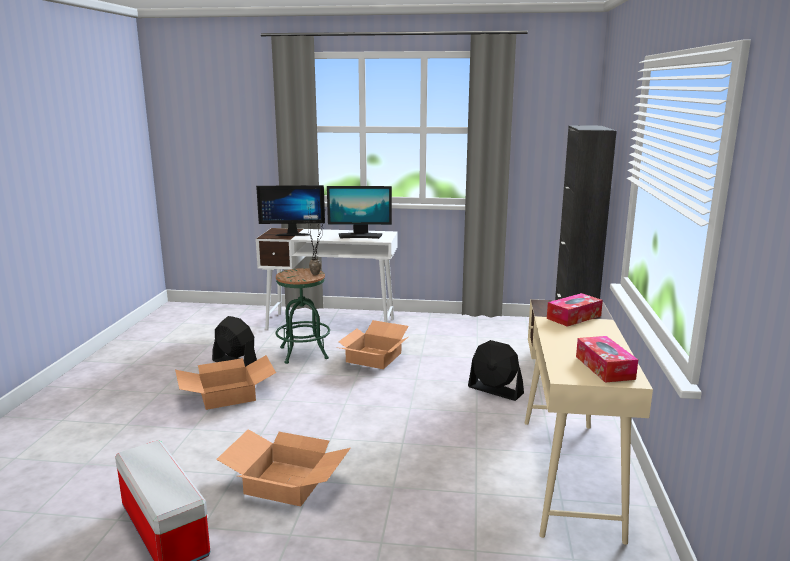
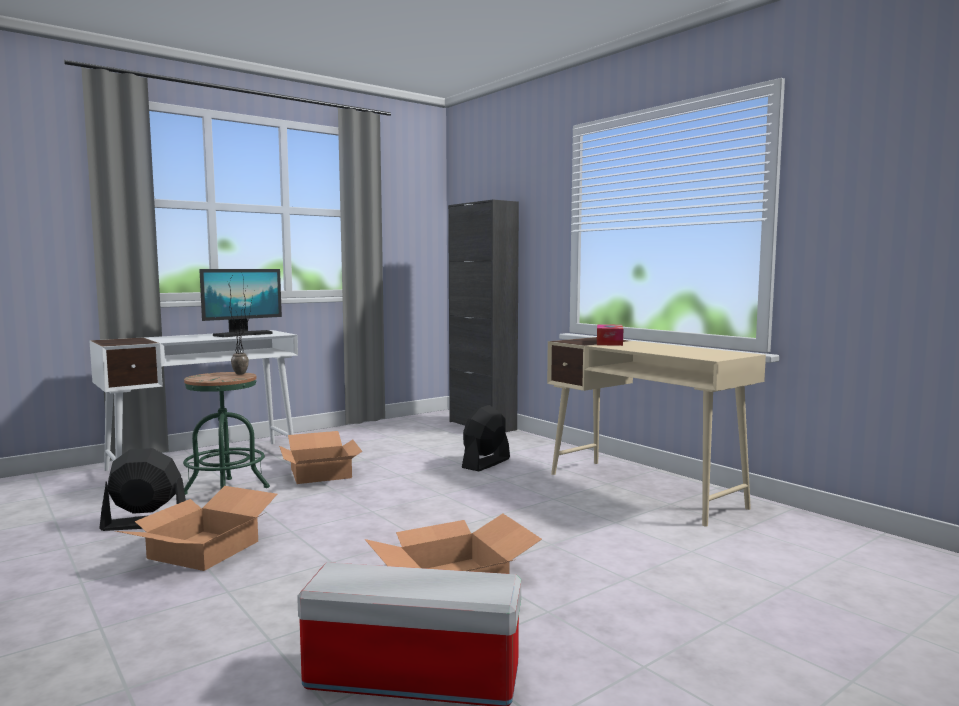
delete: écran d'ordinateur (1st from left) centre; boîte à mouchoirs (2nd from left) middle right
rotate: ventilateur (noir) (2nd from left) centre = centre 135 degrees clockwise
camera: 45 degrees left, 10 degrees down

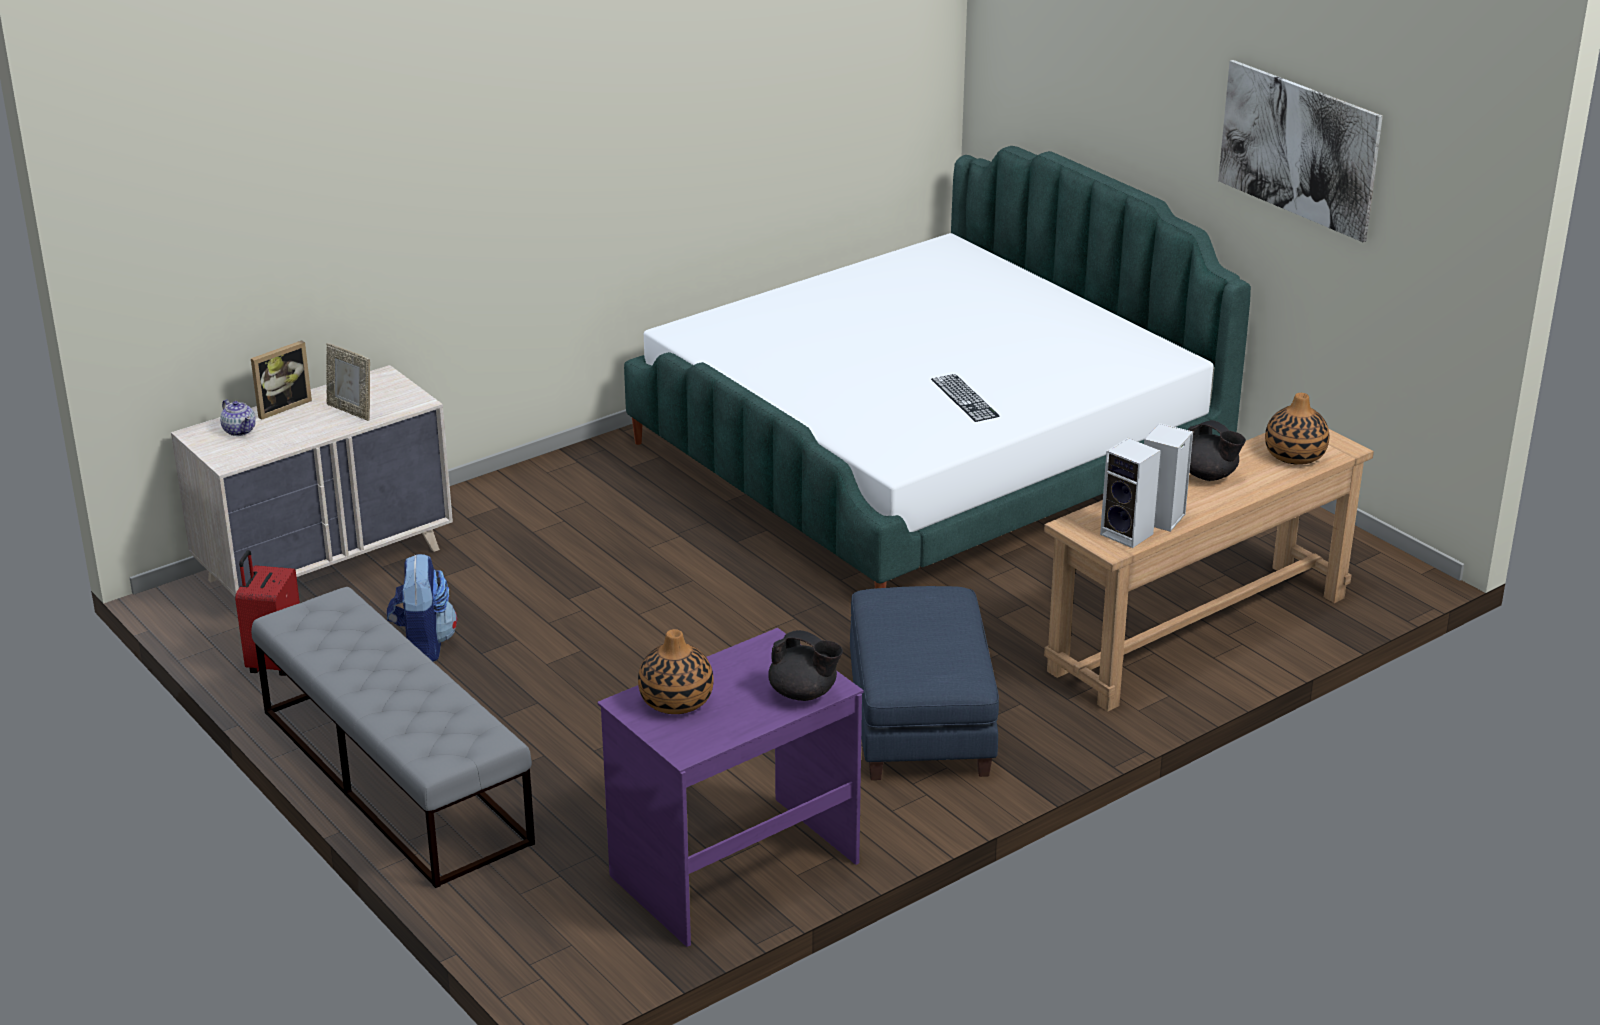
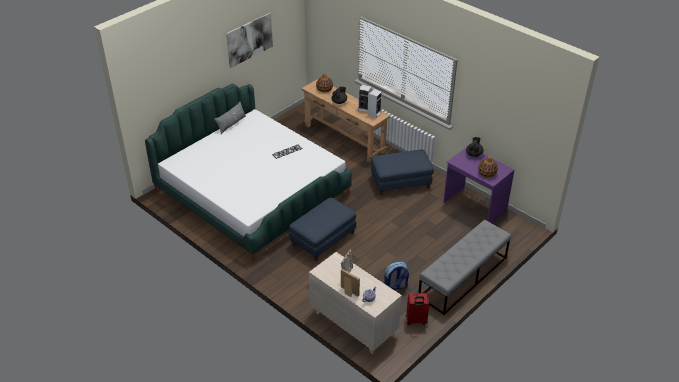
insert: coussin (gris) top centre; pouf (bleu) (1st from left) centre
camera: 100 degrees left, 10 degrees up

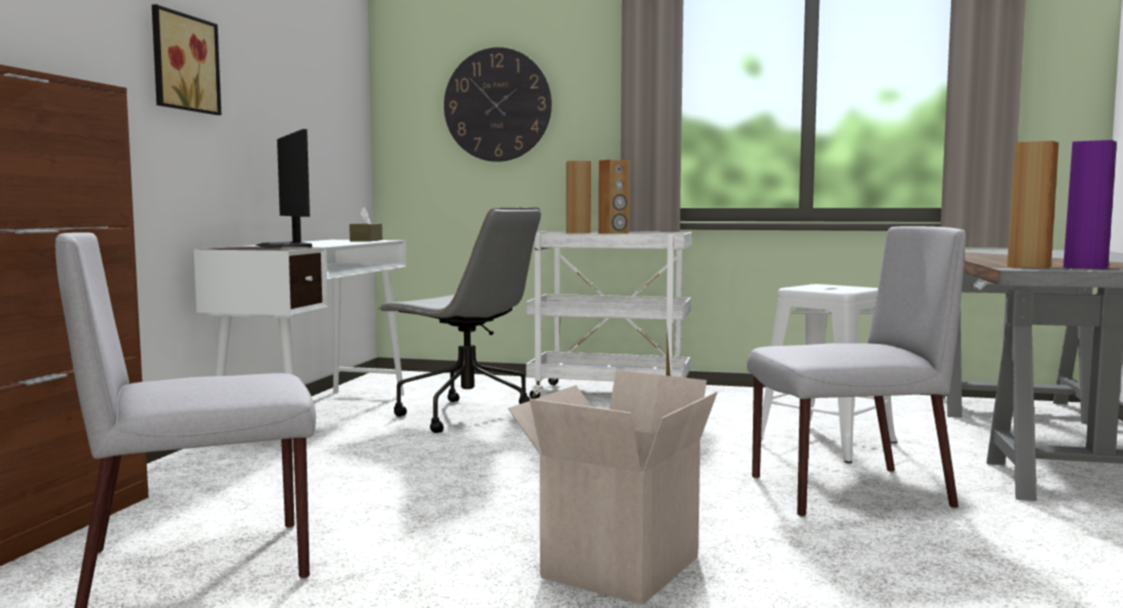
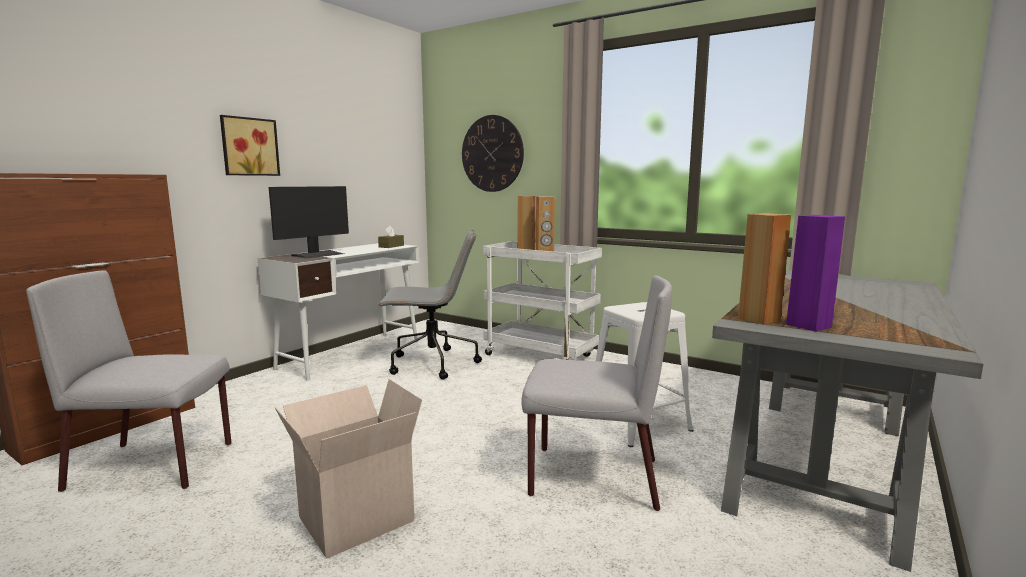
rotate: écran d'ordinateur top left = middle left 135 degrees counterclockwise; chaise de bureau (gris) centre = centre 60 degrees counterclockwise
camera: 20 degrees right, 5 degrees up

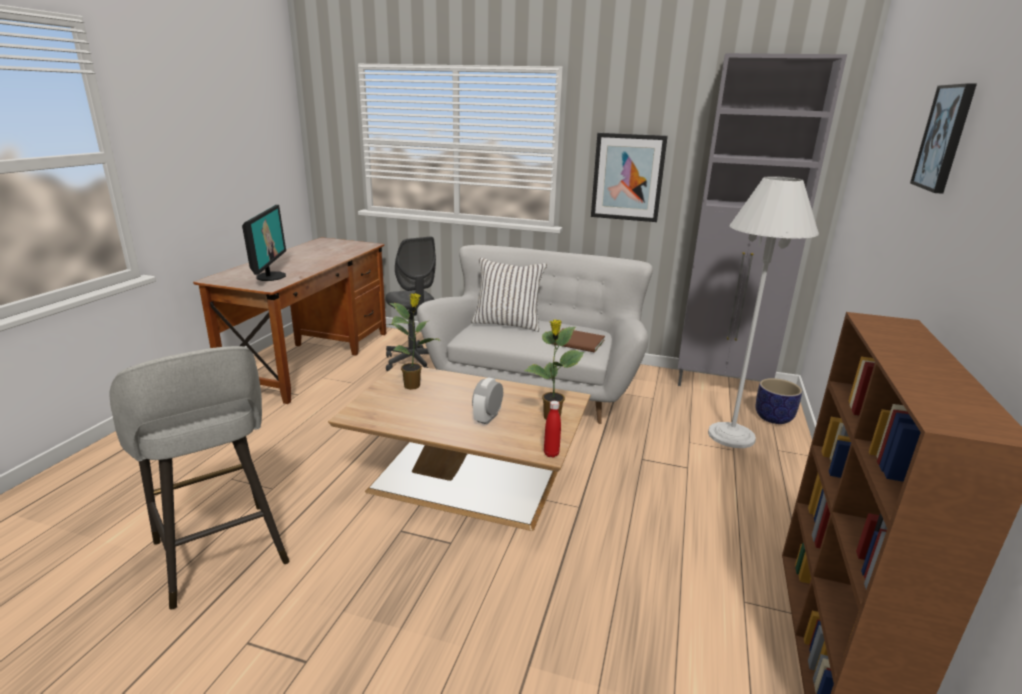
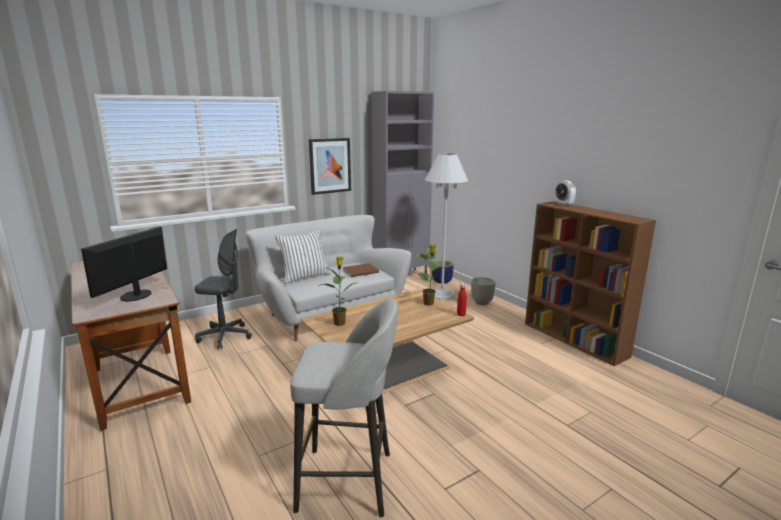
delete: tableau (2nd from left) top right
insert: cache-pot (2nd from left) centre
move: réveil centre to middle right
rotate: écran d'ordinateur middle left = middle left 105 degrees counterclockwise
camera: 50 degrees left, 5 degrees down

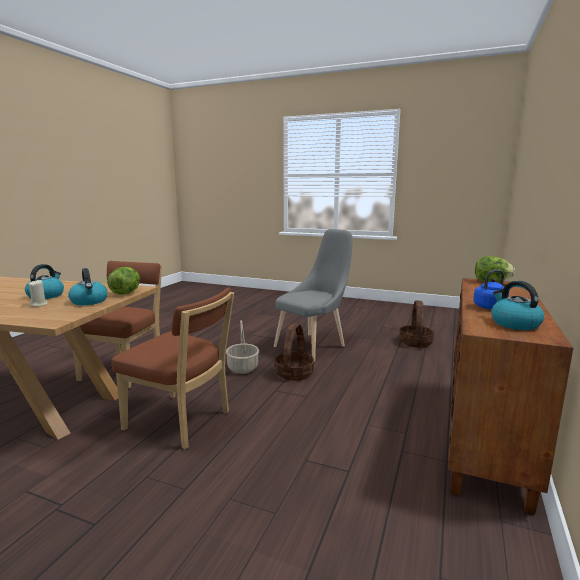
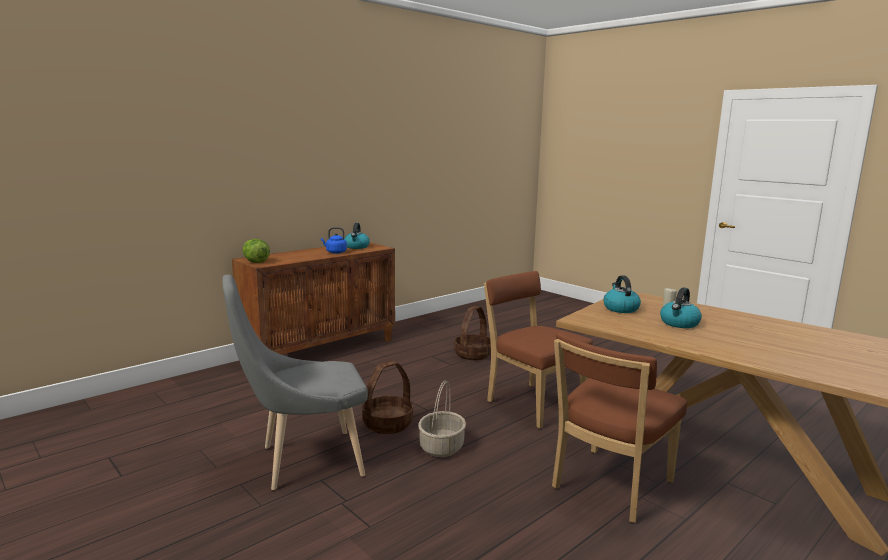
delete: laitue (1st from left) middle left
move: panier (3rd from left) middle right to centre
camera: 155 degrees left, 0 degrees up

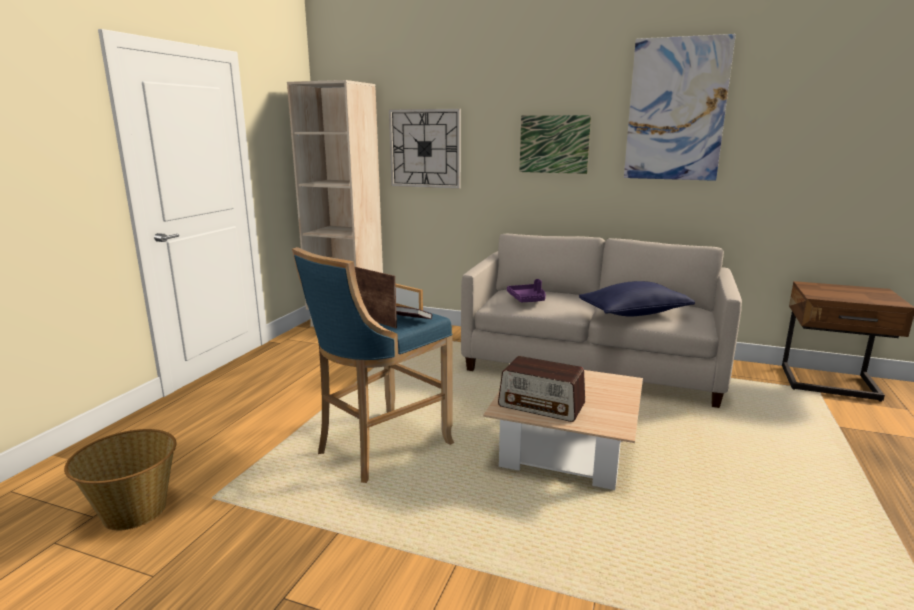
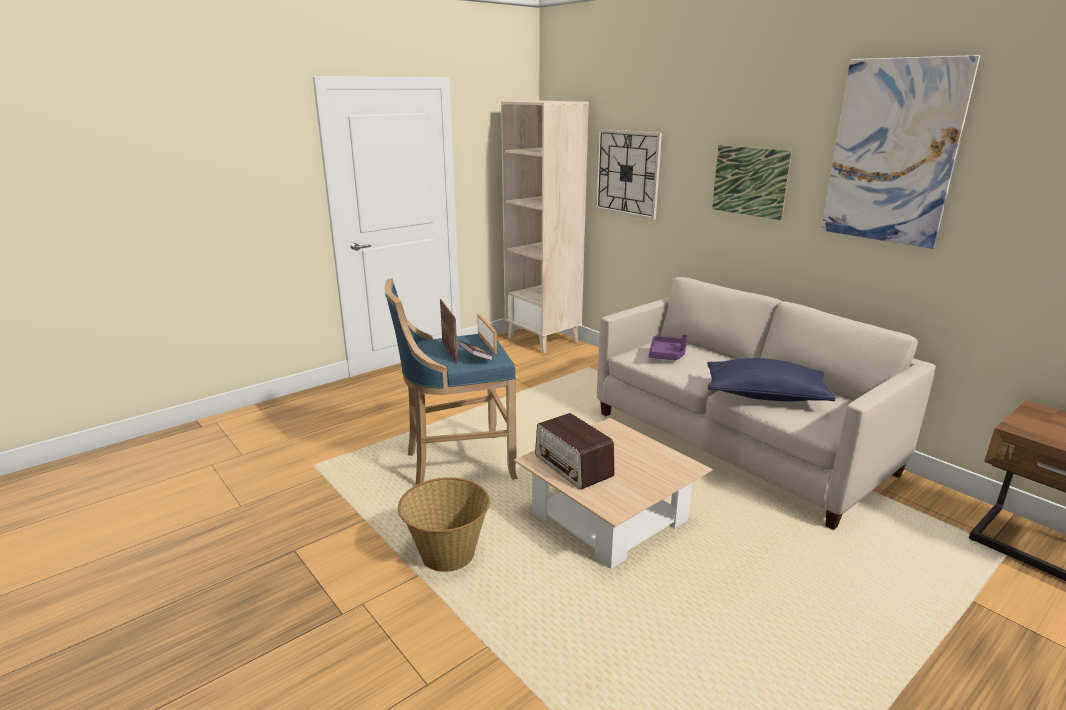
move: panier bottom left to bottom centre
camera: 30 degrees right, 5 degrees up

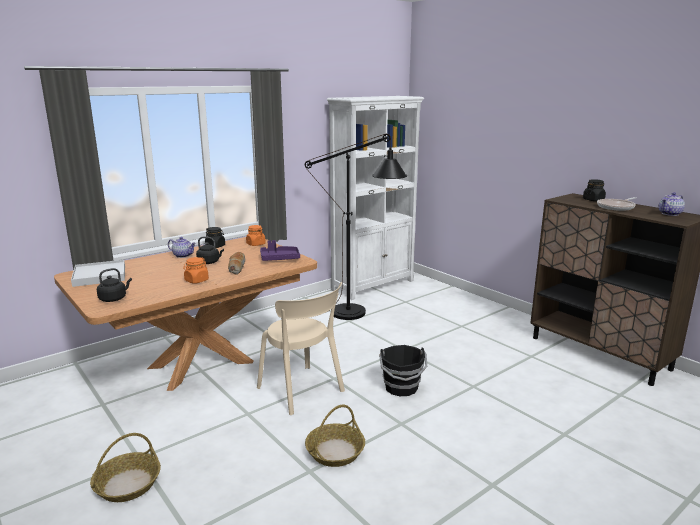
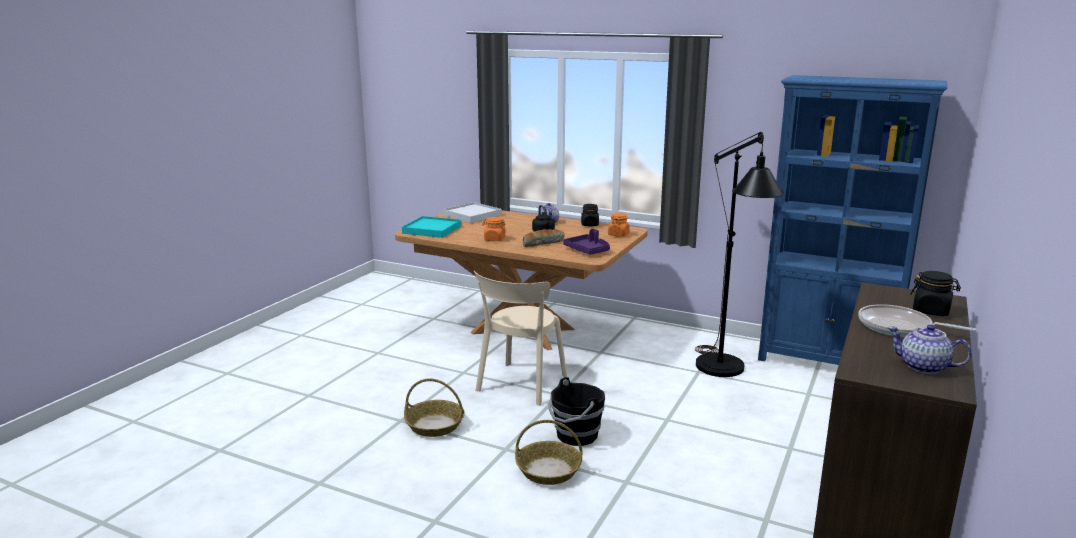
move: panier (1st from left in the first image) bottom left to panier (2nd from left) bottom centre
replace: bouilloire (noir) (1st from left) middle left to plateau (turquoise) centre
recolor: bibliothèque (blanc) centre to bibliothèque (bleu) middle right
camera: 65 degrees right, 0 degrees up

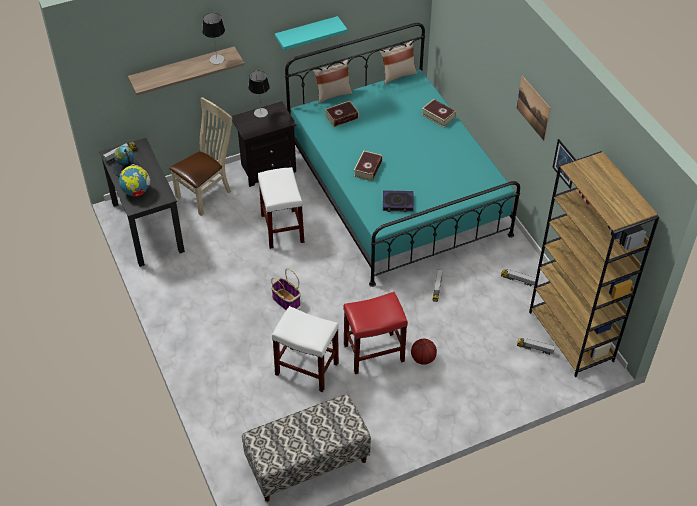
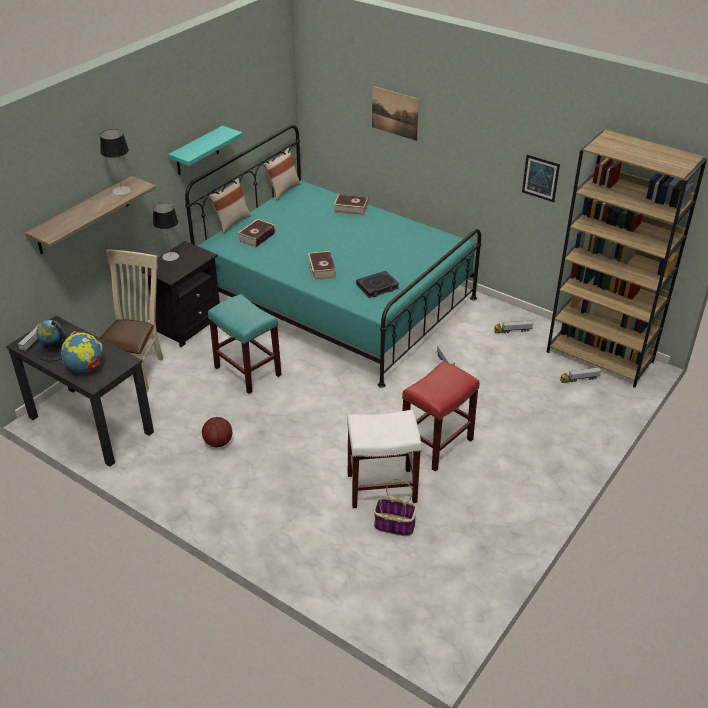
delete: banc bottom centre
move: panier centre to bottom centre; ballon de basket bottom centre to middle left; tableau (1st from left) top right to top centre
recolor: tabouret (blanc) (1st from left) centre to tabouret (turquoise) centre
camera: 30 degrees left, 10 degrees down

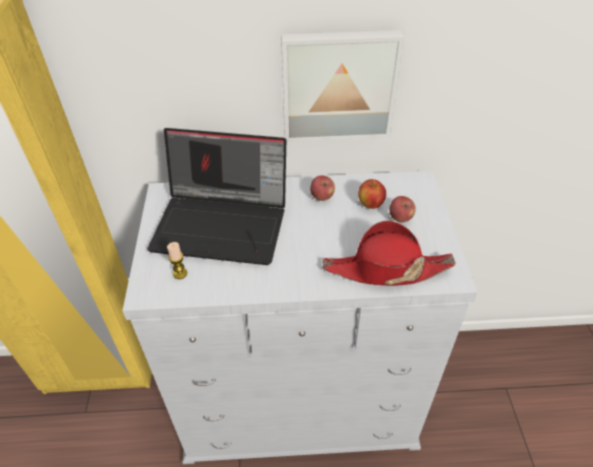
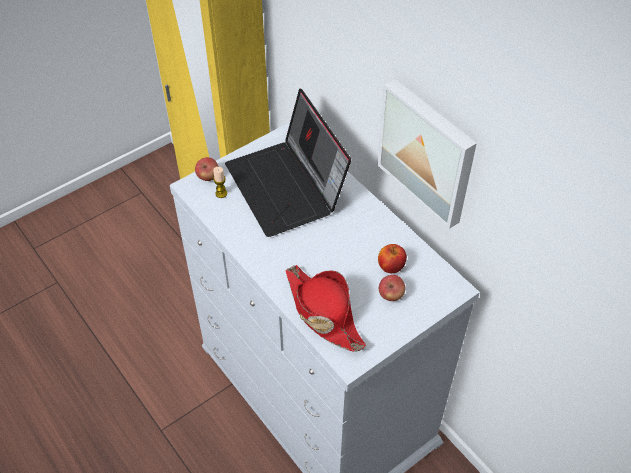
move: pomme (1st from left) centre to middle left
camera: 55 degrees right, 5 degrees up

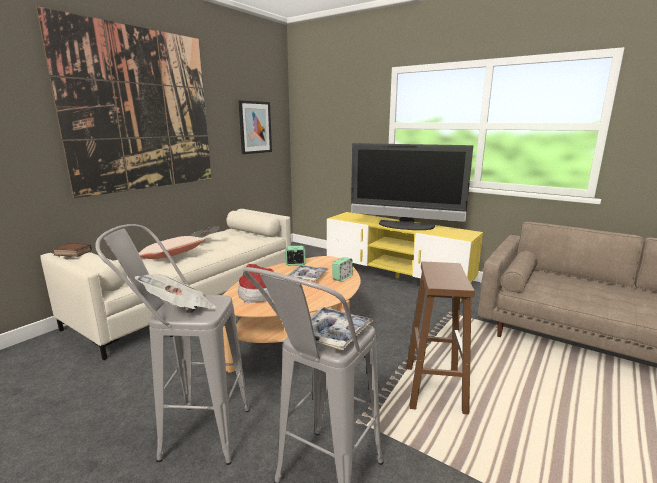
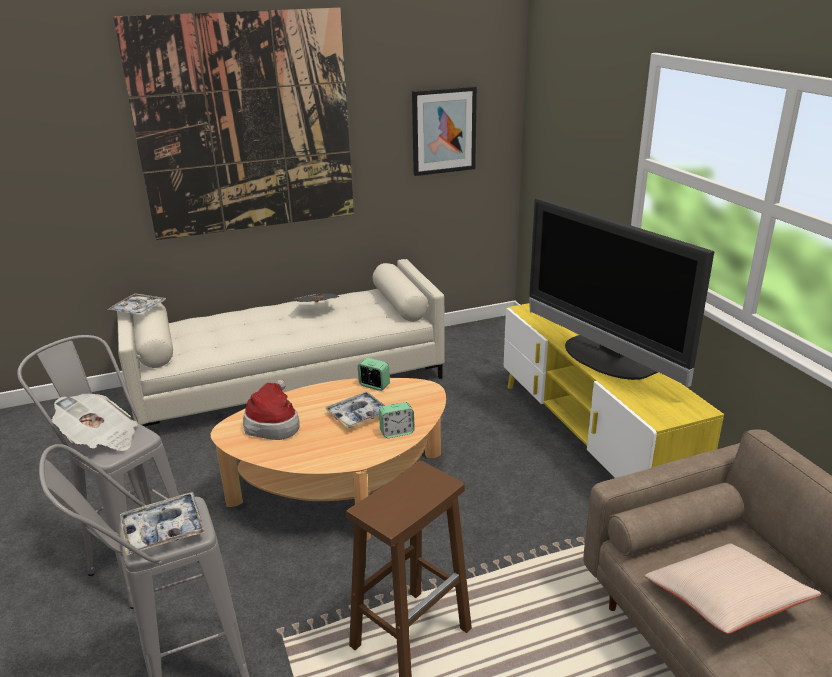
move: coussin (beige) middle left to bottom right
replace: livre middle left to plateau (1st from left) middle left
camera: 35 degrees right, 10 degrees up

